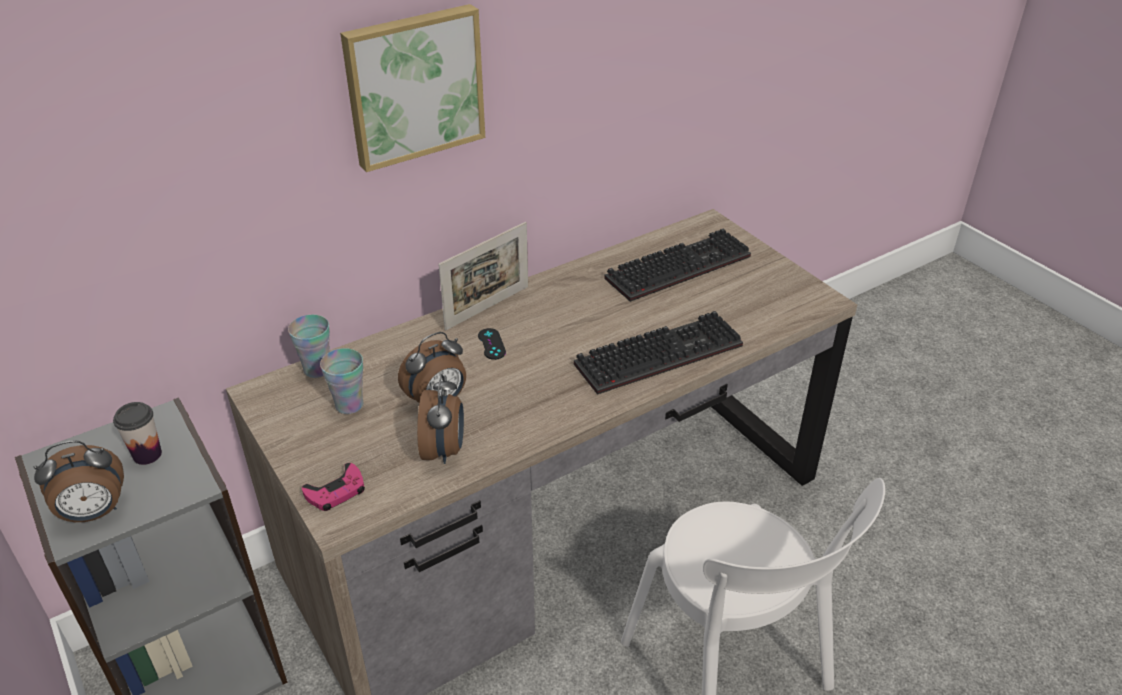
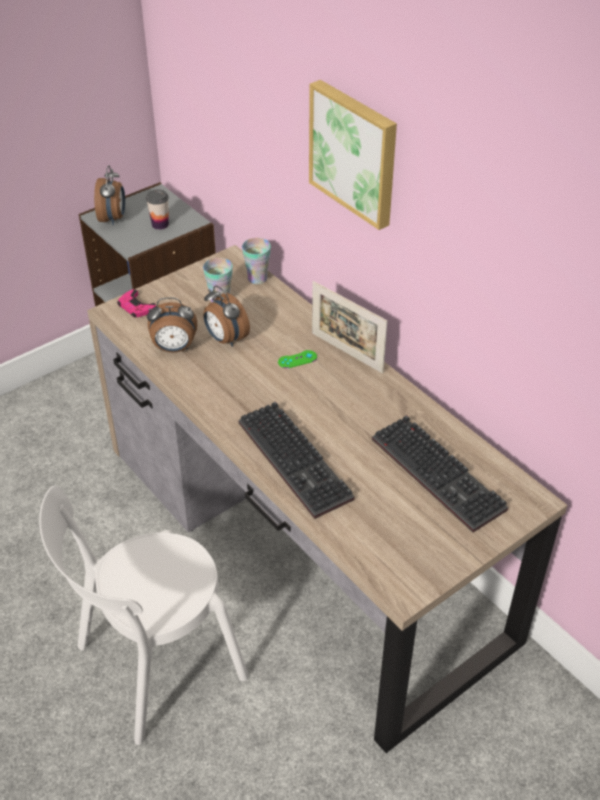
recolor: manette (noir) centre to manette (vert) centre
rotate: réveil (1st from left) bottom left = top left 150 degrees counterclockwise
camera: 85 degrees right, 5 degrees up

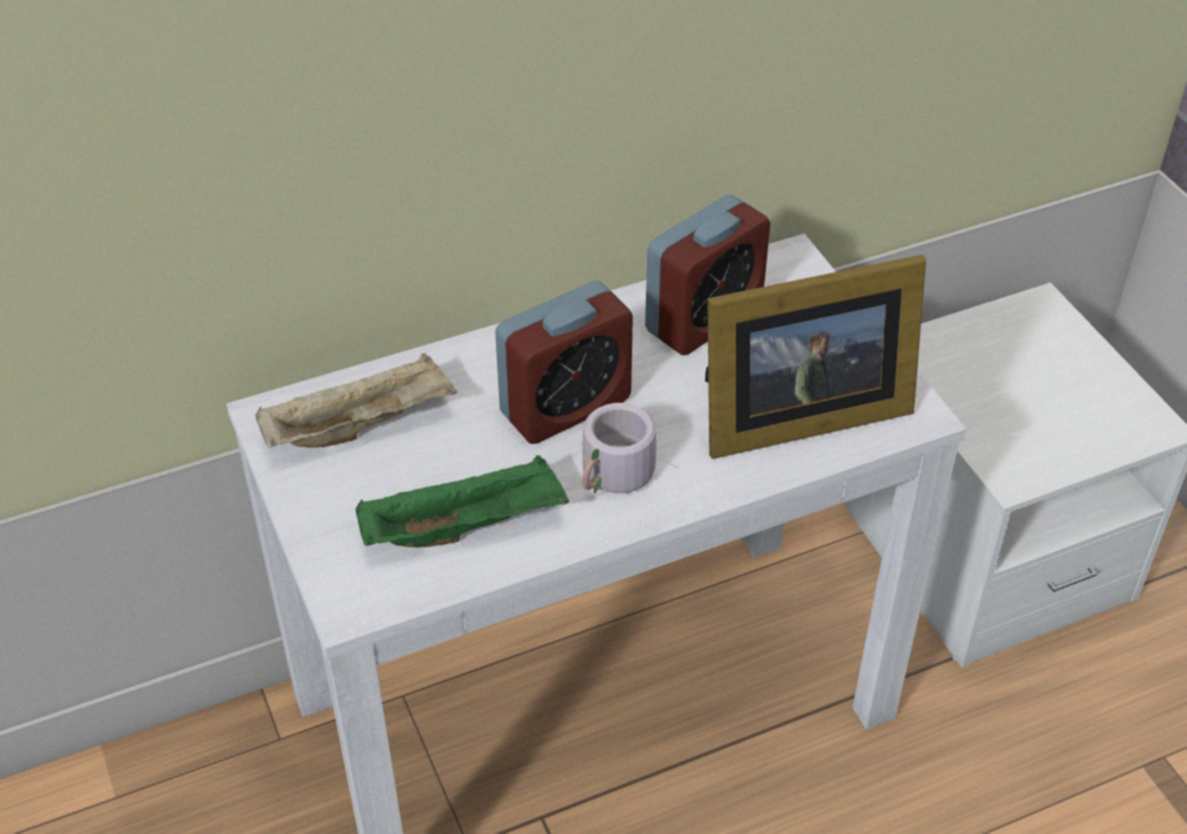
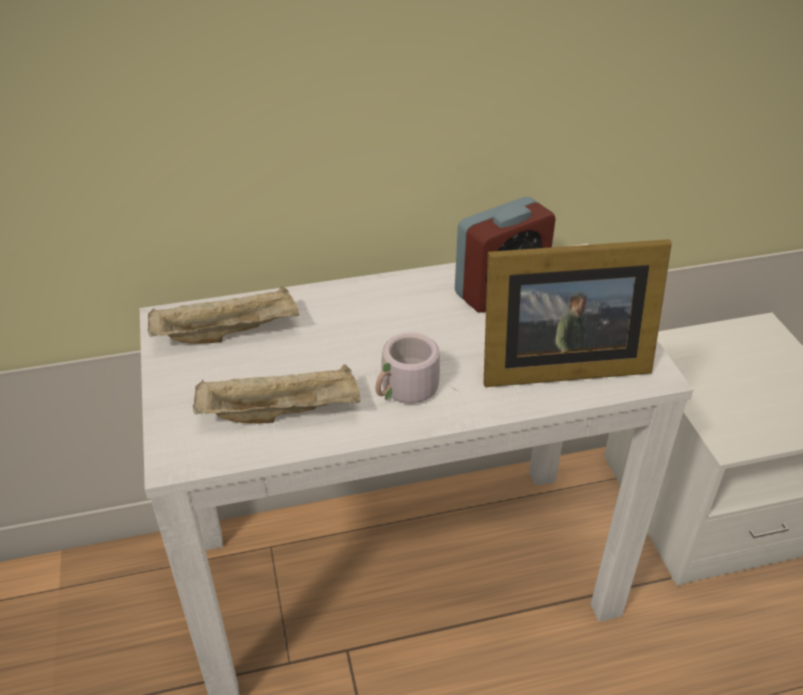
delete: réveil (1st from left) centre
recolor: plateau (vert) centre to plateau (beige) (2nd from left) centre
camera: 10 degrees right, 5 degrees down

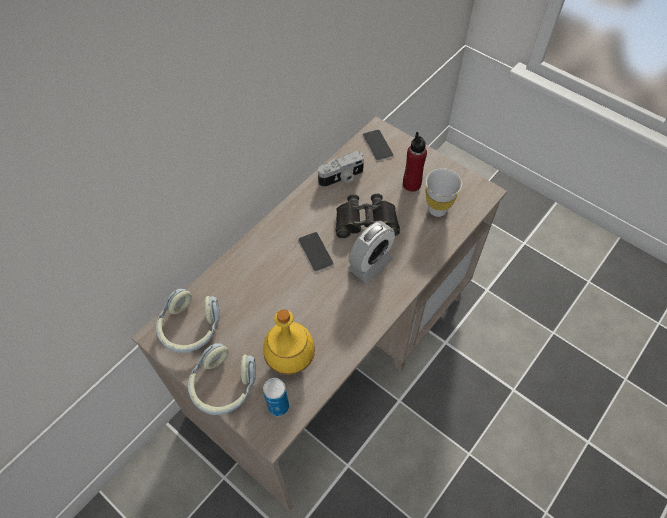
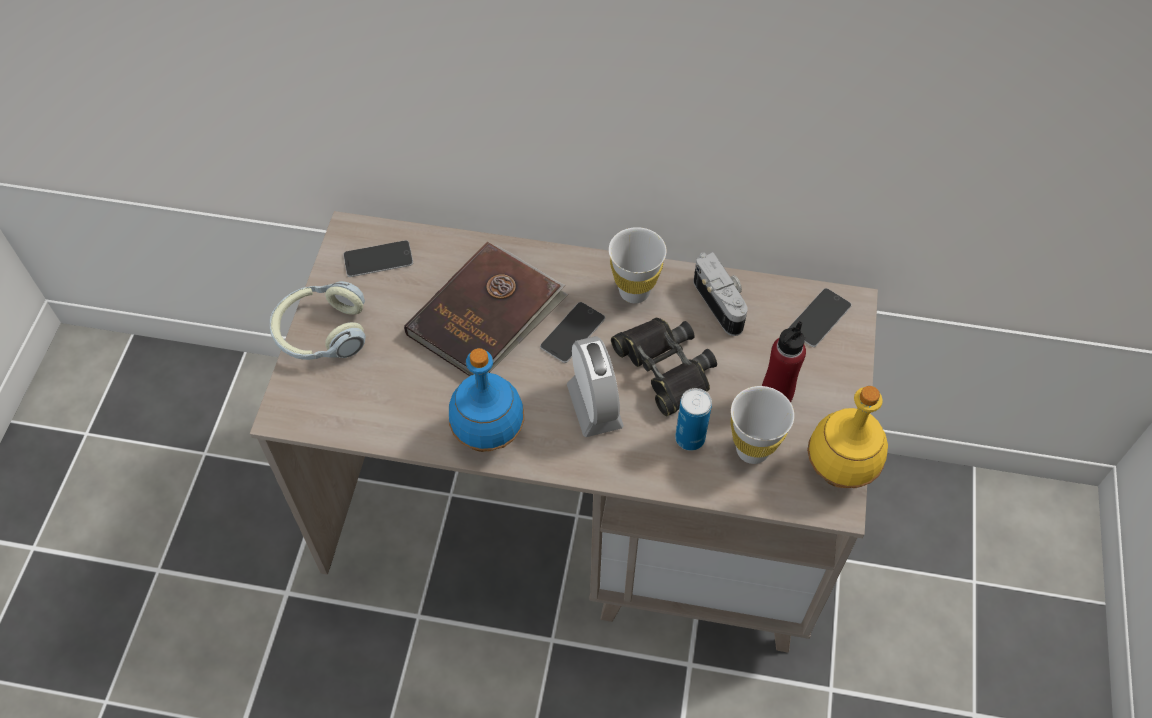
insert: livre (marron) centre; bouteille (bleu) centre; tasse (blanc) (1st from left) centre
move: bouteille (jaune) centre to middle right; boîte métallique bottom centre to centre
replace: casque audio (1st from left) middle left to téléphone (1st from left) middle left
rotate: appareil photo top centre = centre 150 degrees counterclockwise; réveil centre = centre 120 degrees counterclockwise
camera: 60 degrees right, 0 degrees up

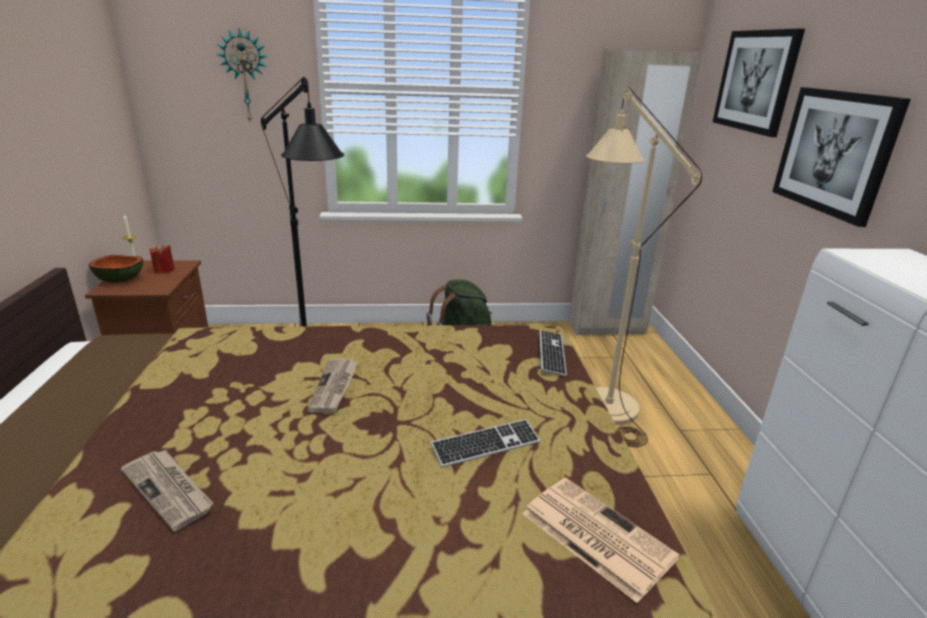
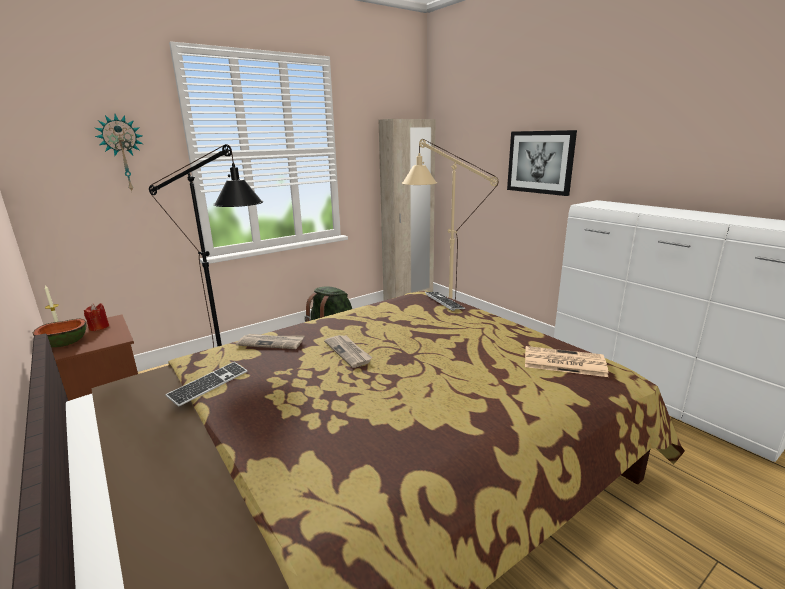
delete: tableau (1st from left) top right
move: journal (1st from left) bottom left to centre; clavier (1st from left) bottom centre to middle left
camera: 30 degrees left, 5 degrees down

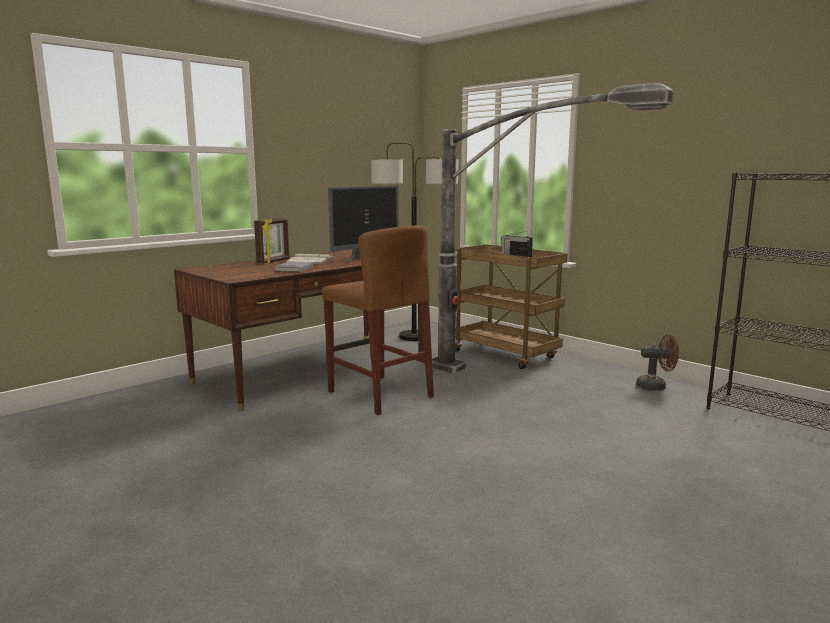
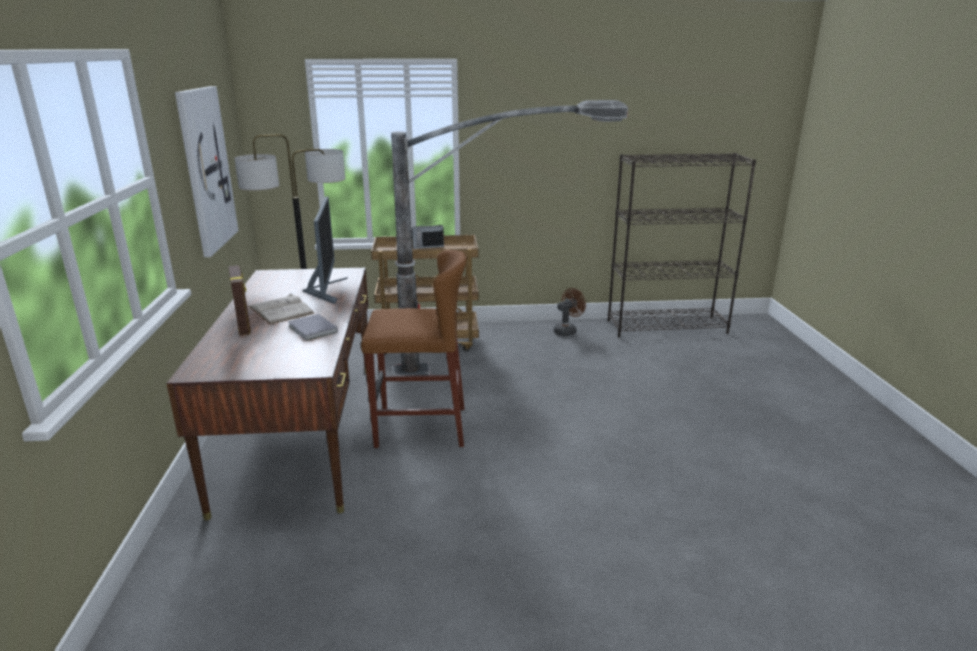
insert: tableau top left
camera: 50 degrees left, 10 degrees up

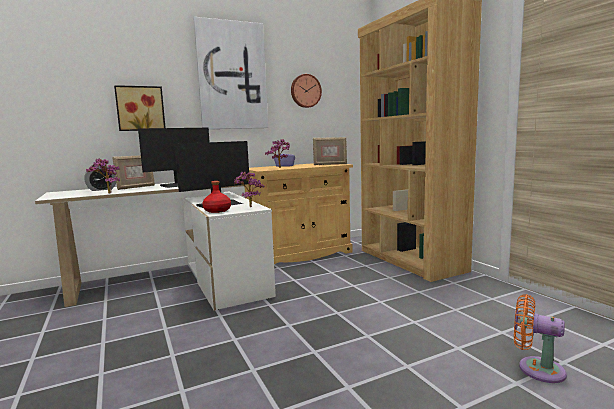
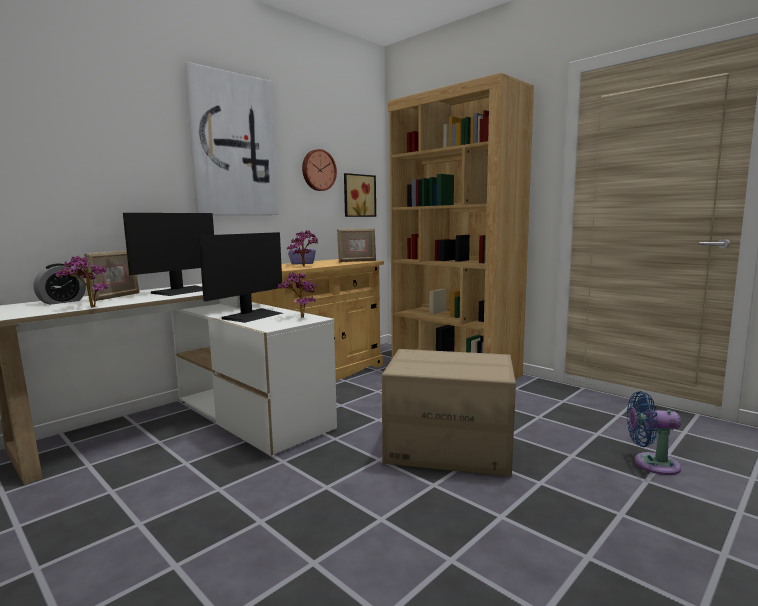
delete: bouteille (rouge) centre
insert: carton bottom centre
move: tableau (1st from left in the first image) top left to tableau (2nd from left) top centre
recolor: ventilateur (orange) bottom right to ventilateur (bleu) bottom right
camera: 20 degrees left, 0 degrees up

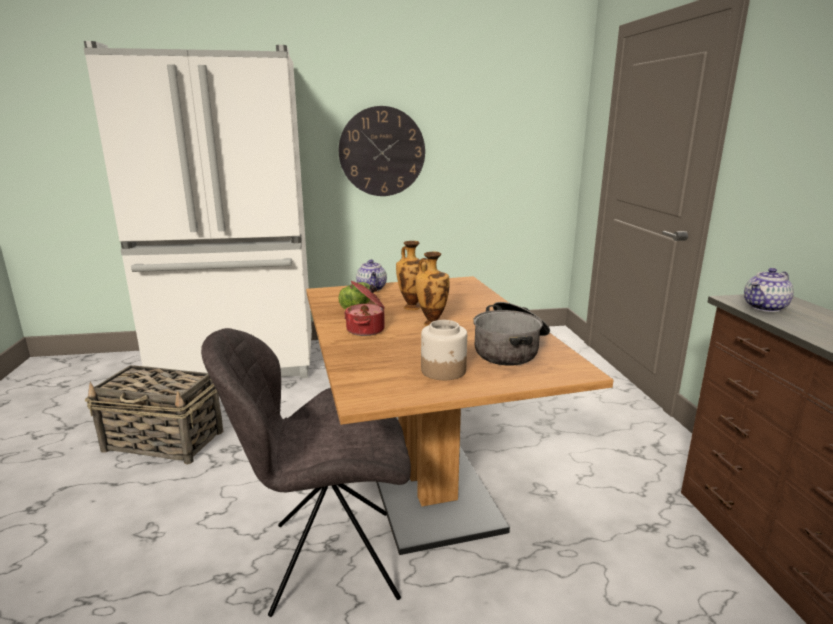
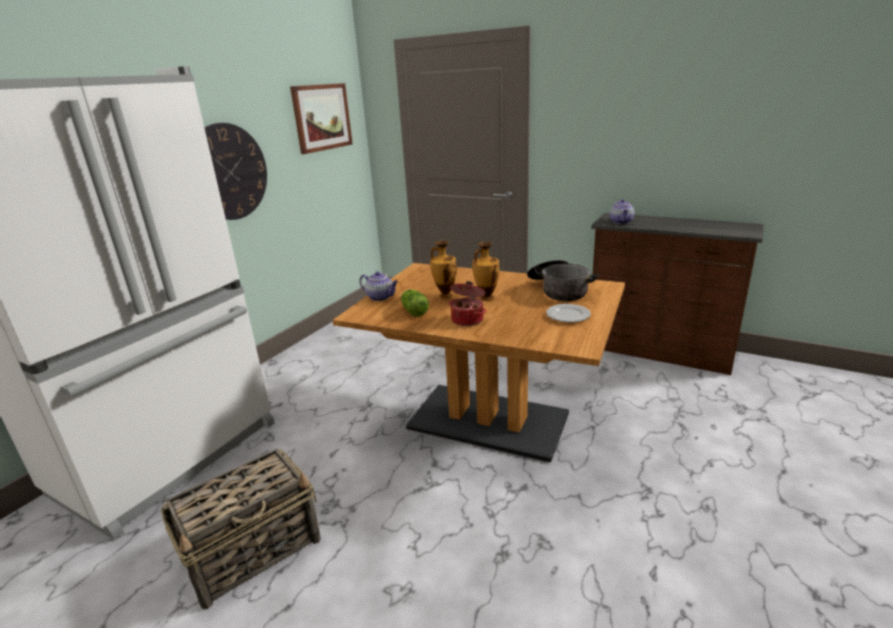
delete: chaise (gris) bottom centre
insert: tableau top centre
replace: bocal centre to assiette centre
camera: 50 degrees left, 5 degrees up

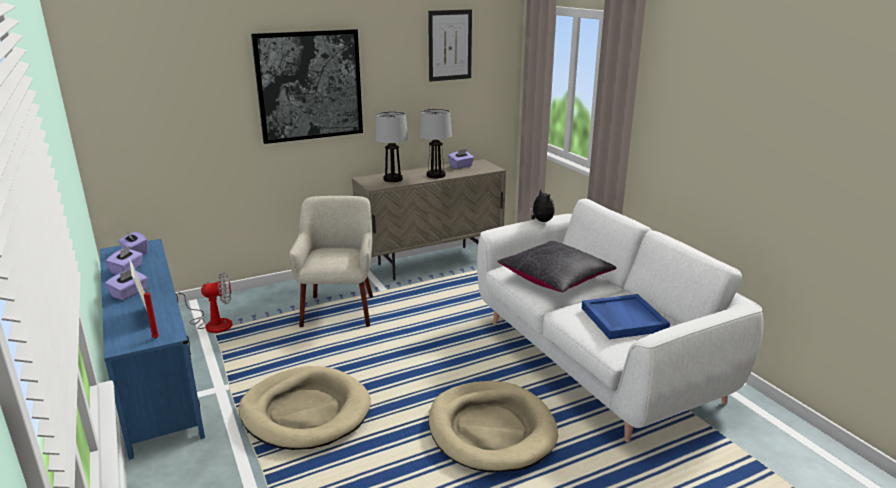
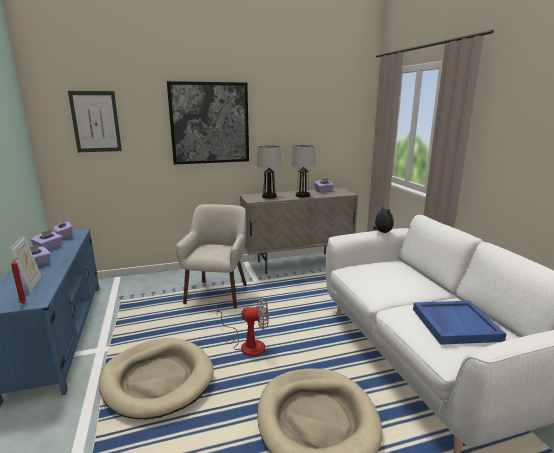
delete: coussin (noir) centre
move: ventilateur middle left to bottom centre; tableau (2nd from left in the first image) top centre to tableau (1st from left) top left
camera: 10 degrees right, 5 degrees down

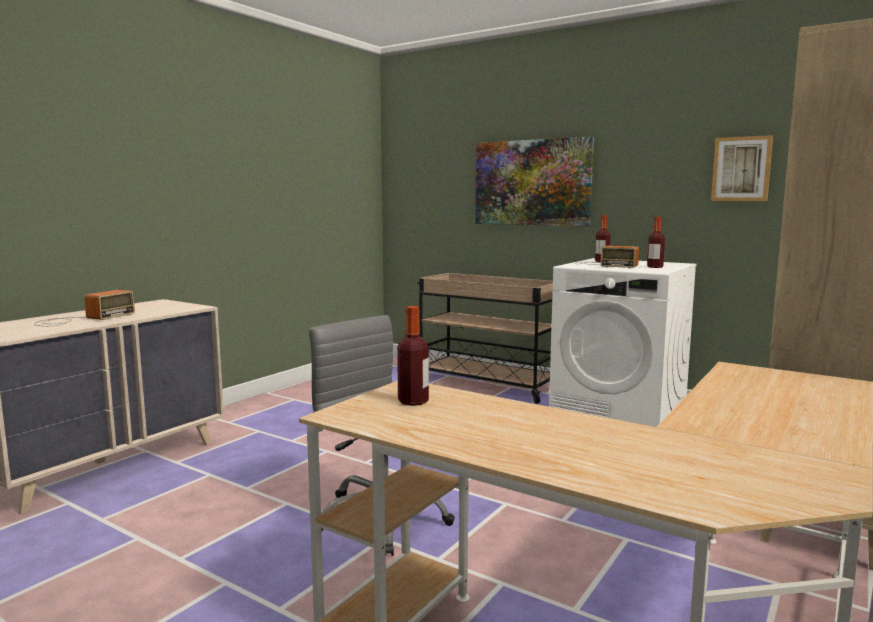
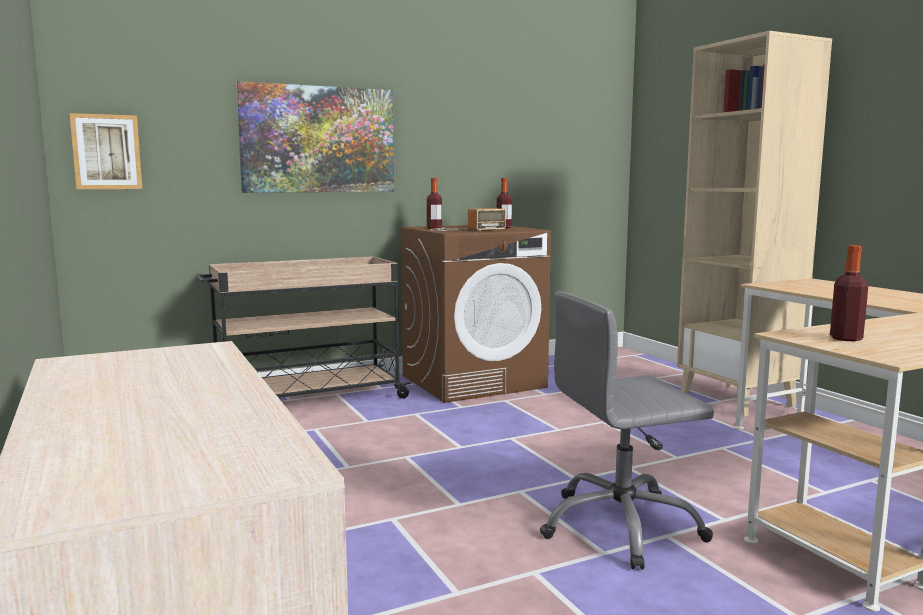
delete: radio (1st from left) middle left
move: tableau (2nd from left in the first image) top right to tableau (1st from left) top left
recolor: lave-linge (blanc) middle right to lave-linge (marron) centre
camera: 60 degrees left, 0 degrees up

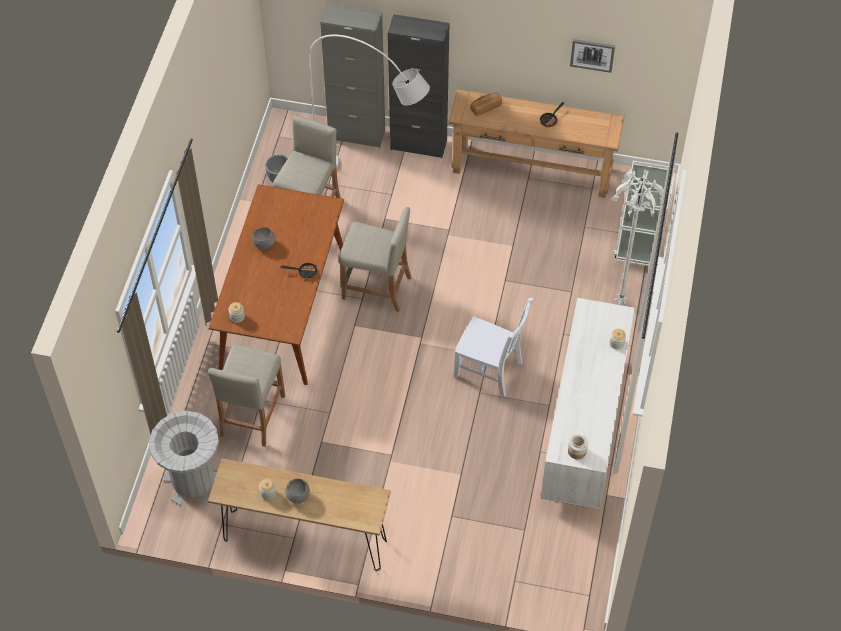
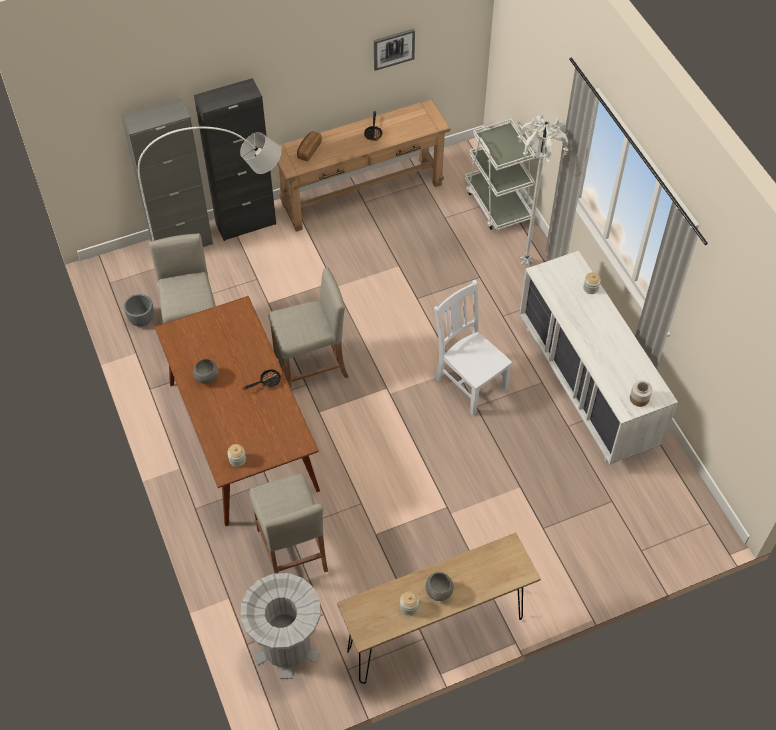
rotate: chaise (blanc) centre = centre 120 degrees counterclockwise
camera: 35 degrees left, 0 degrees up

